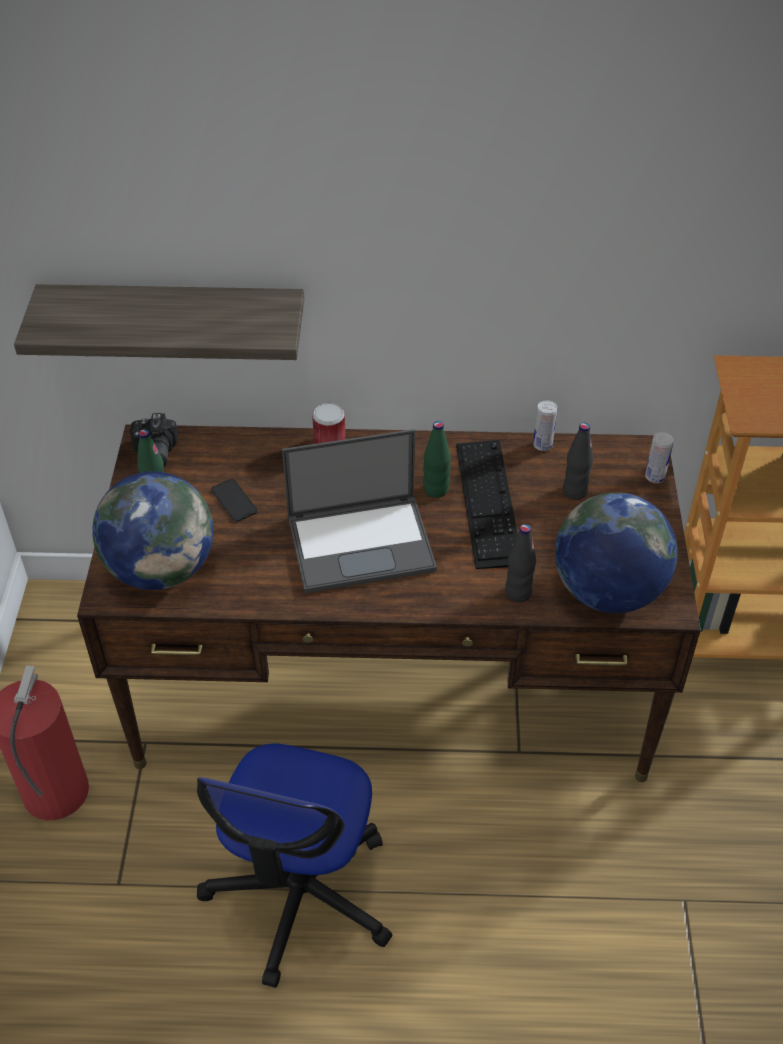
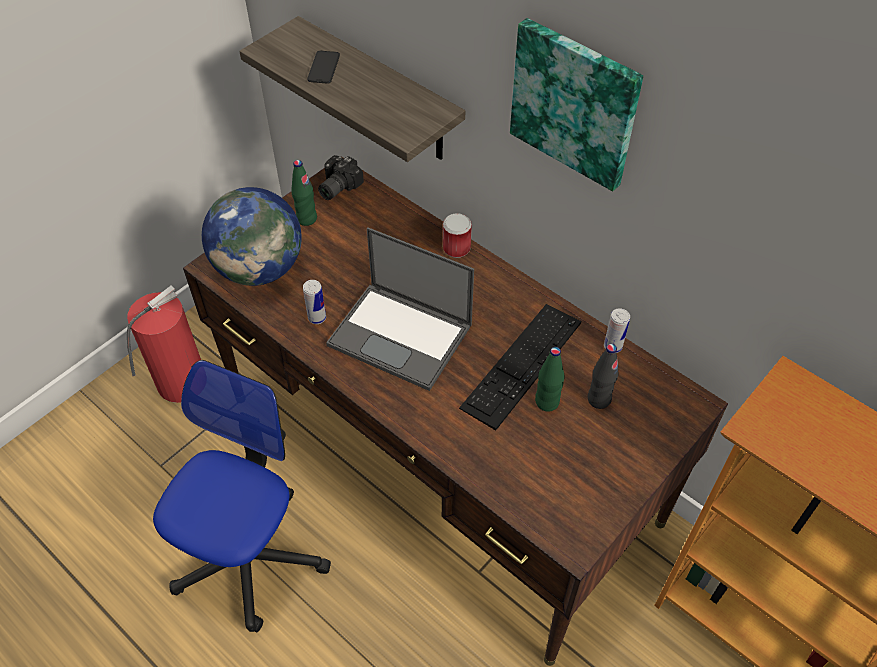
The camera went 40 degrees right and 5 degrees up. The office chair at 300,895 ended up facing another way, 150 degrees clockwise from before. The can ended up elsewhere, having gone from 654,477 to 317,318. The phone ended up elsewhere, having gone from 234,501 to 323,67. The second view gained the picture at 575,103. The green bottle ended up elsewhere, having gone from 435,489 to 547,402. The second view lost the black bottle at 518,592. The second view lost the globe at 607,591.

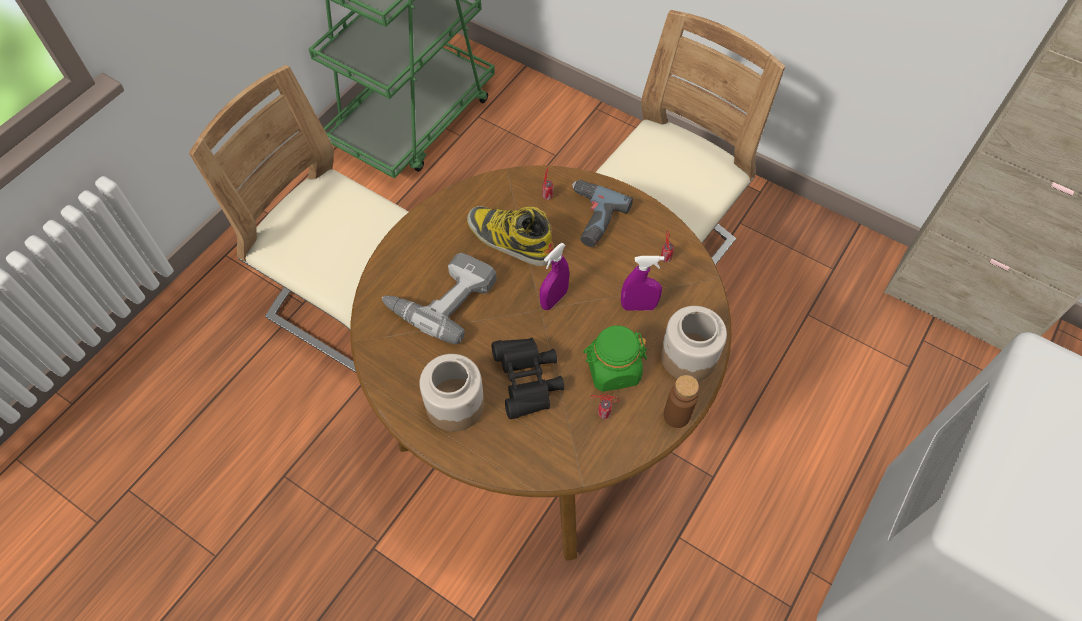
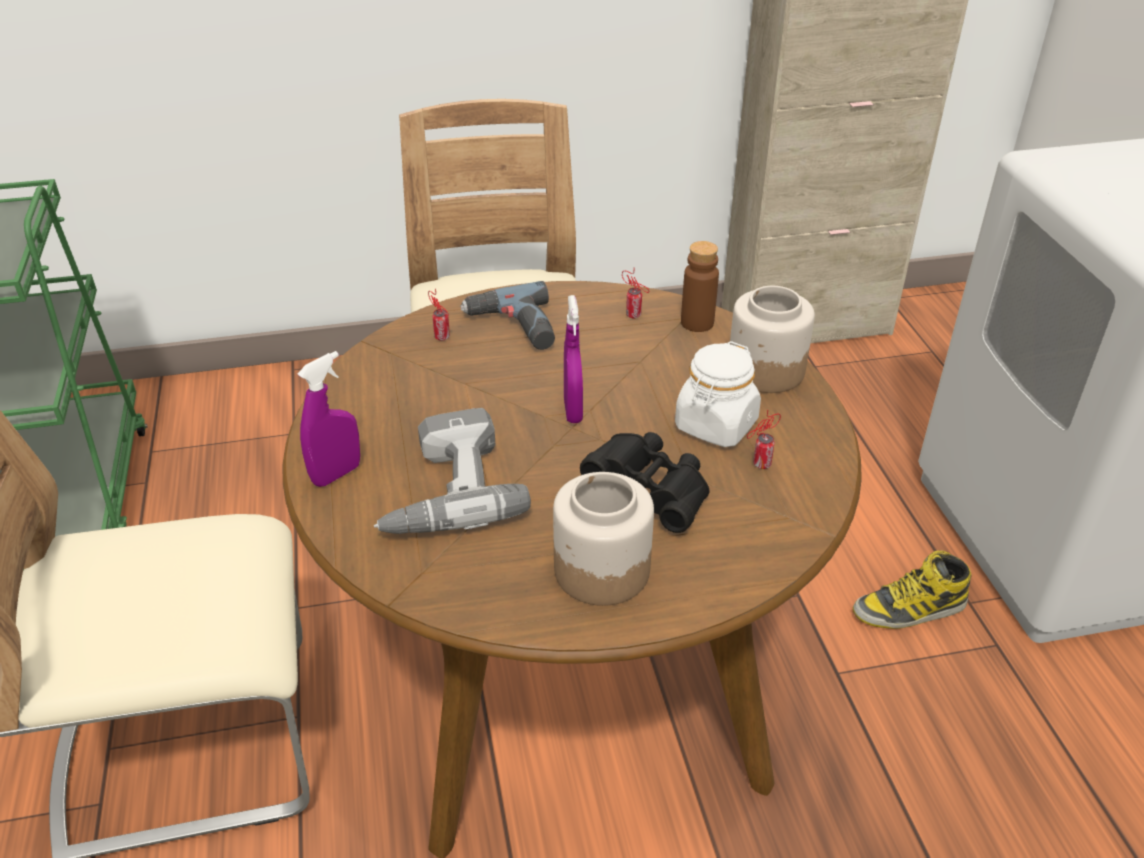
The camera went 45 degrees left and 20 degrees down. The purple spray bottle ended up elsewhere, having gone from 638,306 to 336,474. What was the green jar at 612,370 turned into the white jar at 716,425. The brown bottle ended up elsewhere, having gone from 676,415 to 697,323. The boot ended up elsewhere, having gone from 510,240 to 909,609.

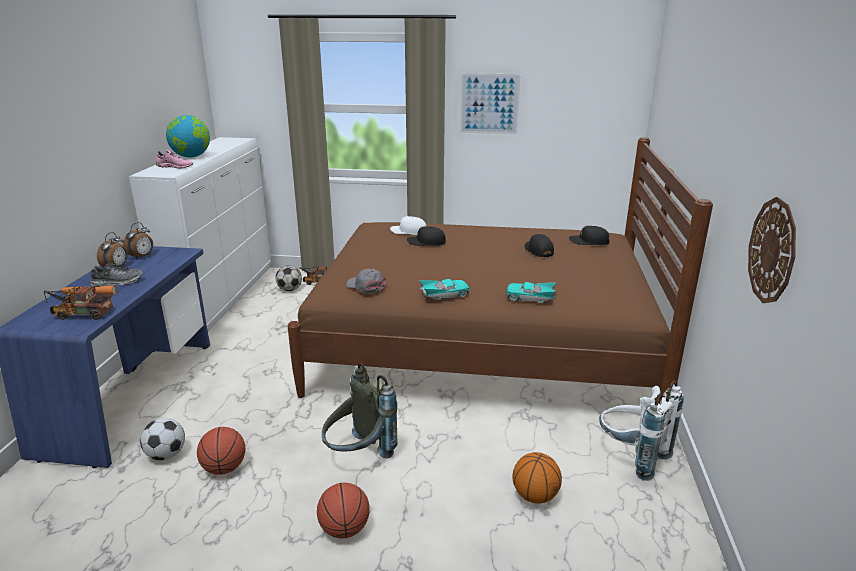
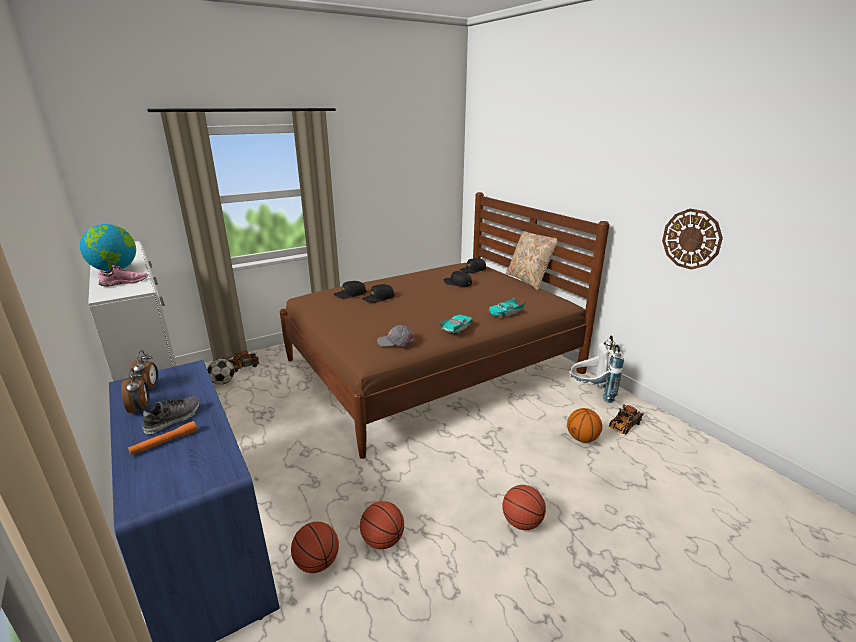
The camera went 40 degrees left and 0 degrees up. Where the football stood at 166,455, the basketball came to stand at 317,563. What was the white cap at 408,231 turned into the black cap at 350,294. The second view gained the beige pillow at 529,280. The toy truck ended up elsewhere, having gone from 80,314 to 623,427. The second view lost the grey backpack at 359,456. The second view lost the picture at 489,104.

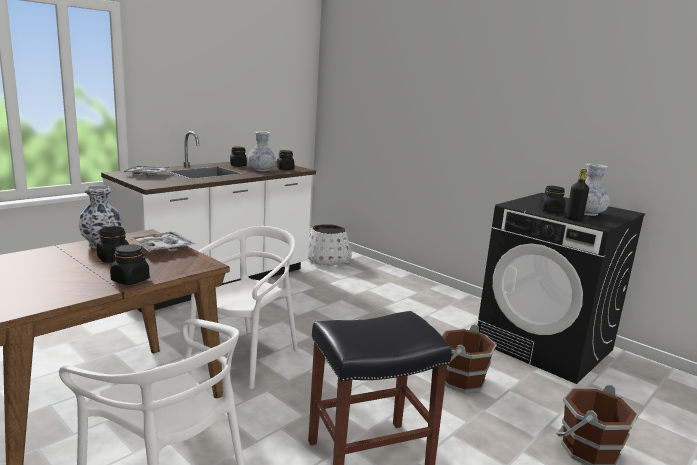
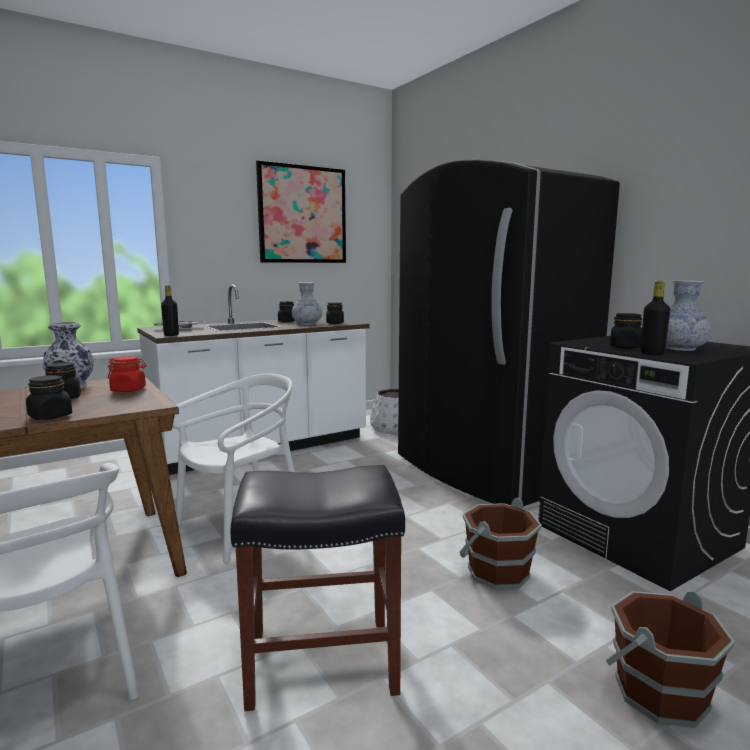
The camera went 15 degrees right and 5 degrees down. Where the tray stood at 162,247, the red jar came to stand at 128,390. The second view gained the black bottle at 171,335. The second view gained the picture at 302,215. The second view gained the black fridge at 487,471.

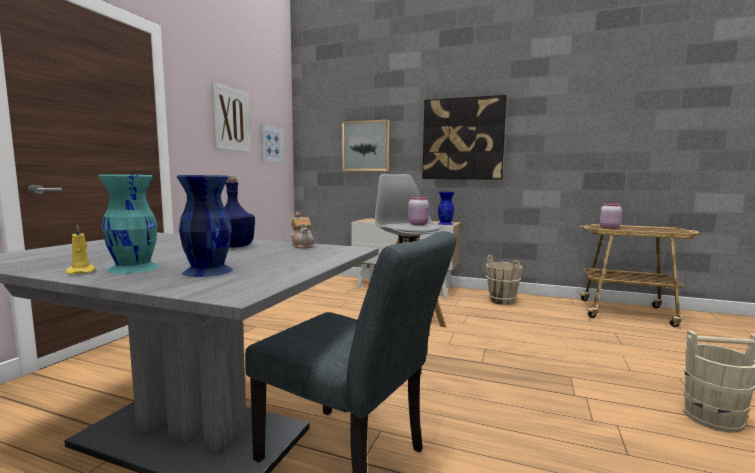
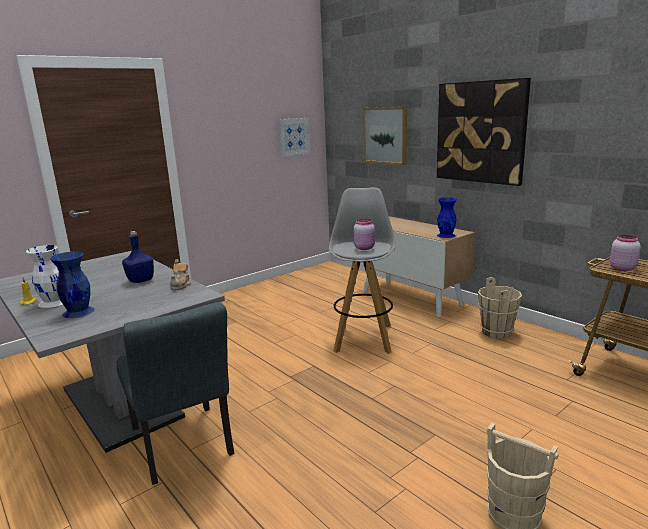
The camera went 30 degrees right and 10 degrees up. What was the turquoise vase at 134,268 turned into the white vase at 54,302. The second view lost the picture at 231,119.

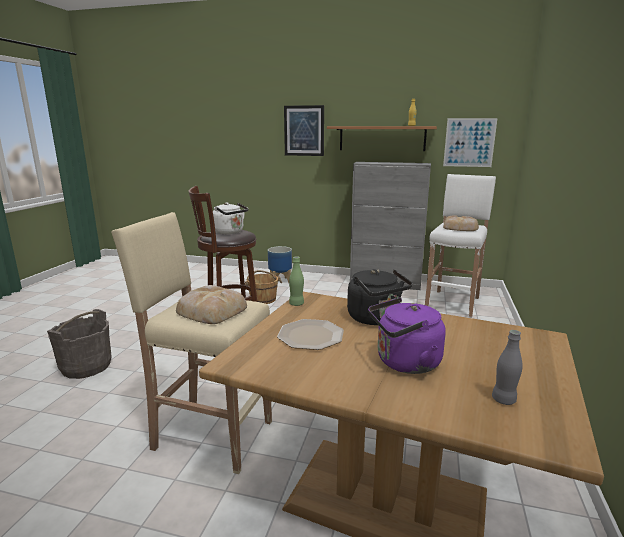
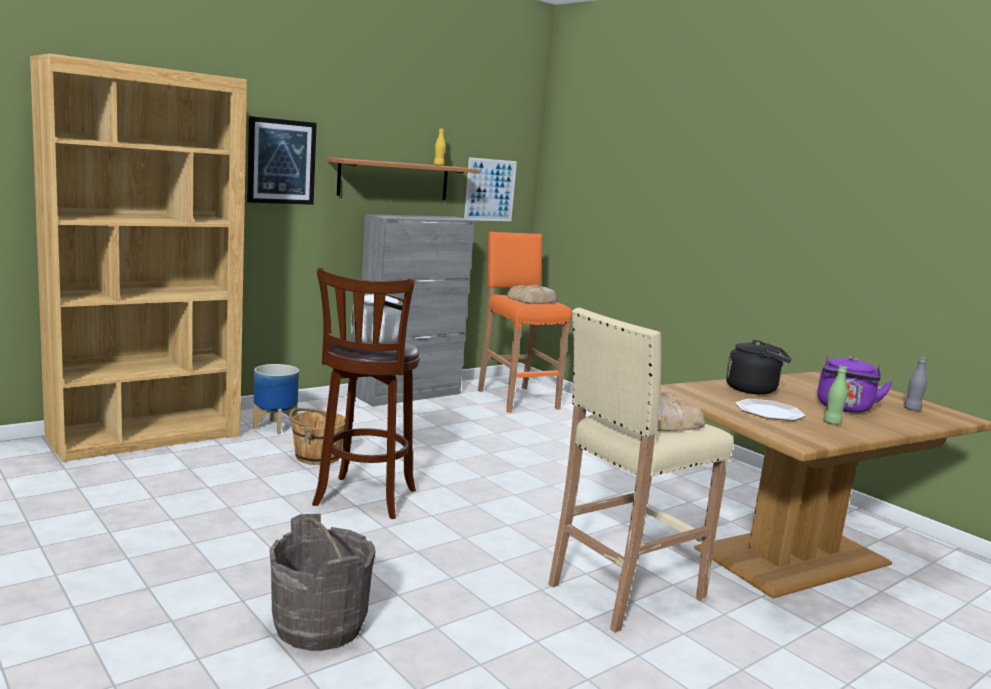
The camera went 55 degrees left and 5 degrees down. The second view gained the brown bookcase at 146,436. What was the white stool at 453,303 turned into the orange stool at 516,399. The green bottle ended up elsewhere, having gone from 296,304 to 832,423.

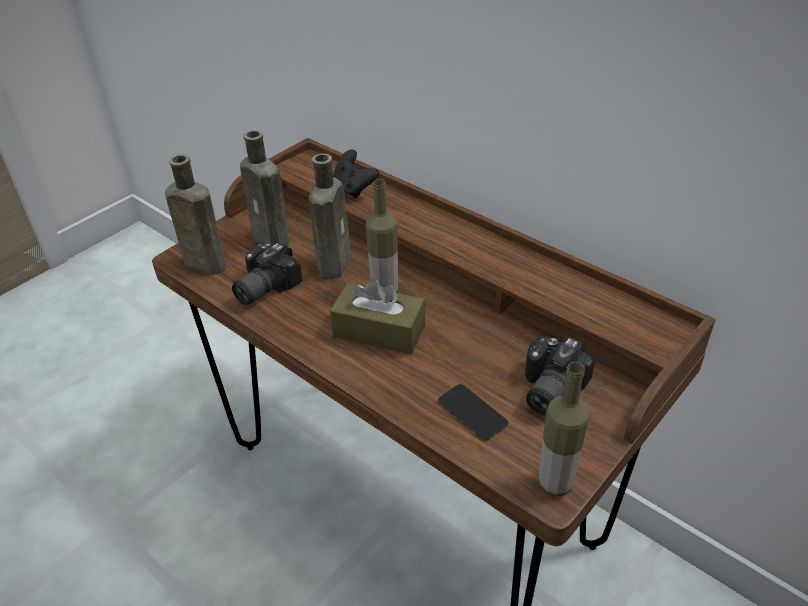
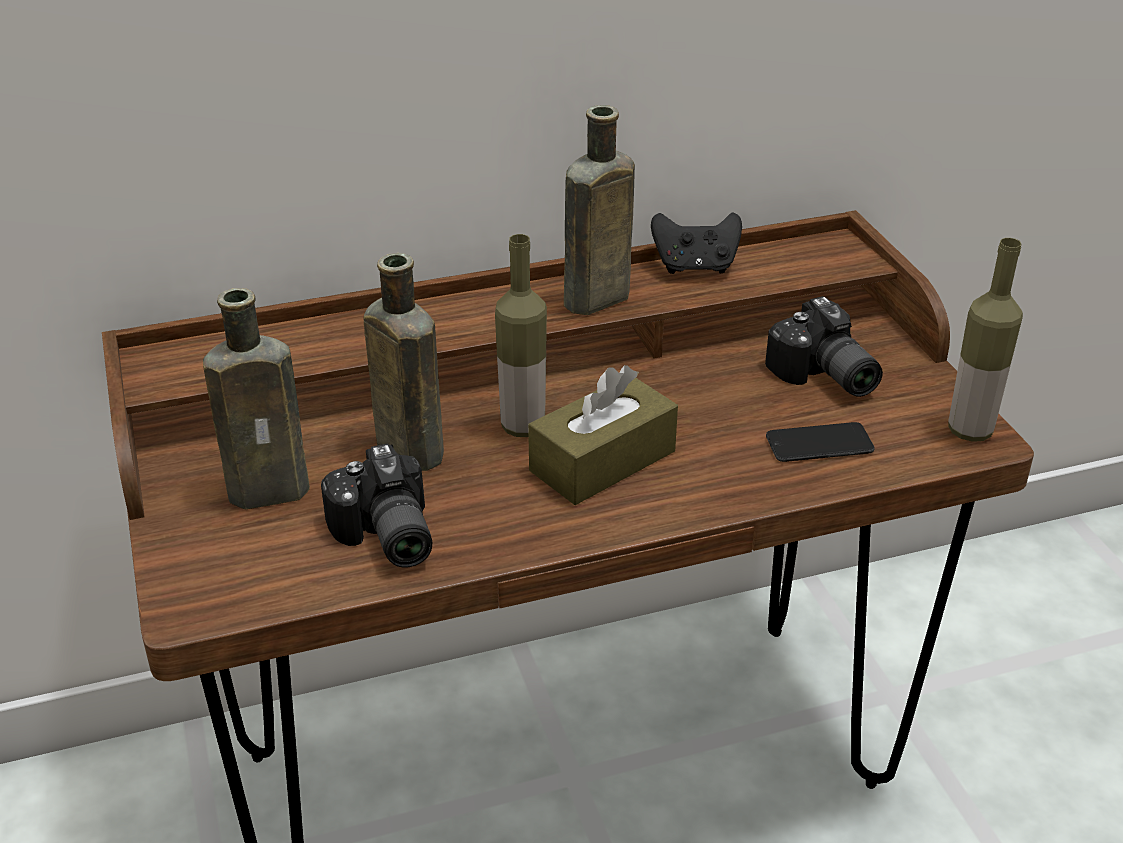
The camera went 60 degrees left and 5 degrees down. The brown bottle ended up elsewhere, having gone from 202,264 to 592,301. The black game controller ended up elsewhere, having gone from 354,188 to 695,267.

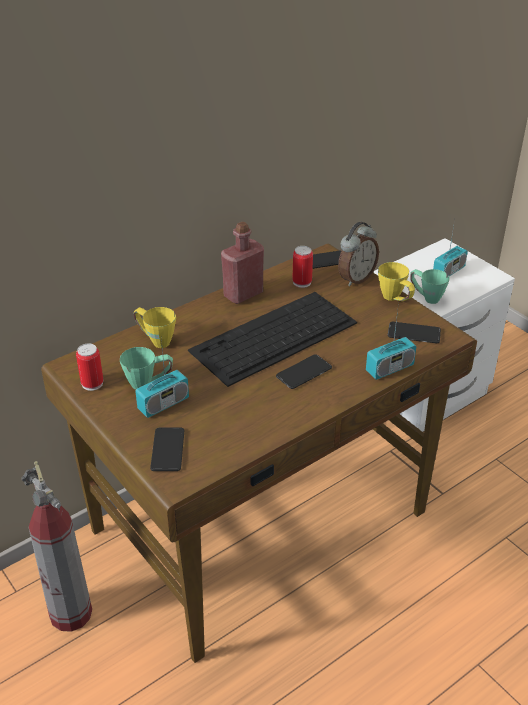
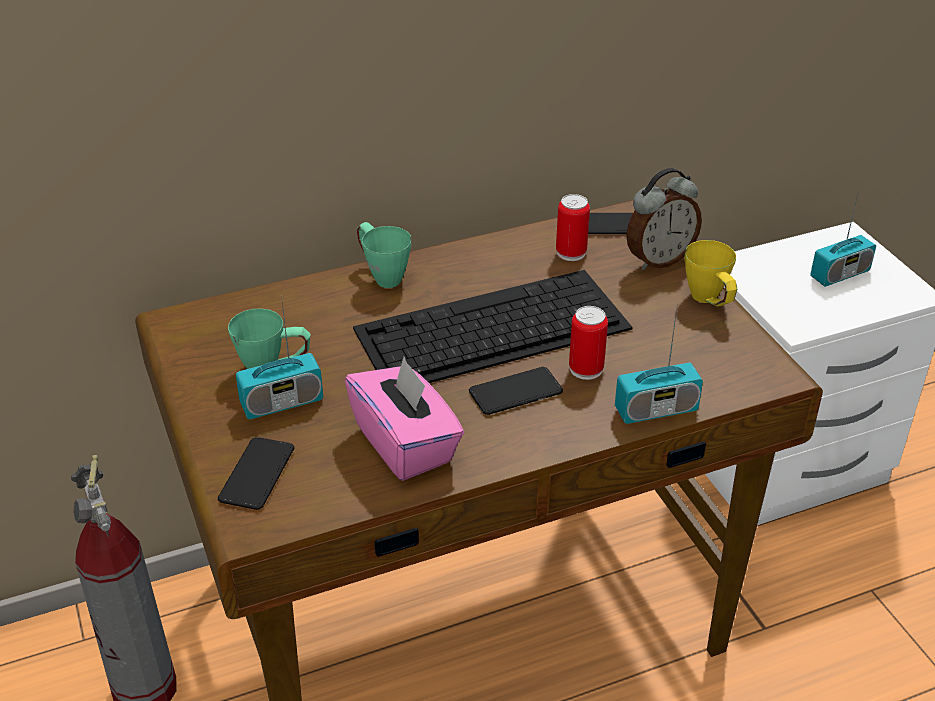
The camera went 15 degrees right and 0 degrees up. The second view gained the pink tissue box at 405,444. The green mug ended up elsewhere, having gone from 426,297 to 381,275. The can ended up elsewhere, having gone from 92,383 to 586,369. The second view lost the yellow mug at 155,340. The second view lost the red bottle at 243,294. The second view lost the phone at 414,333.

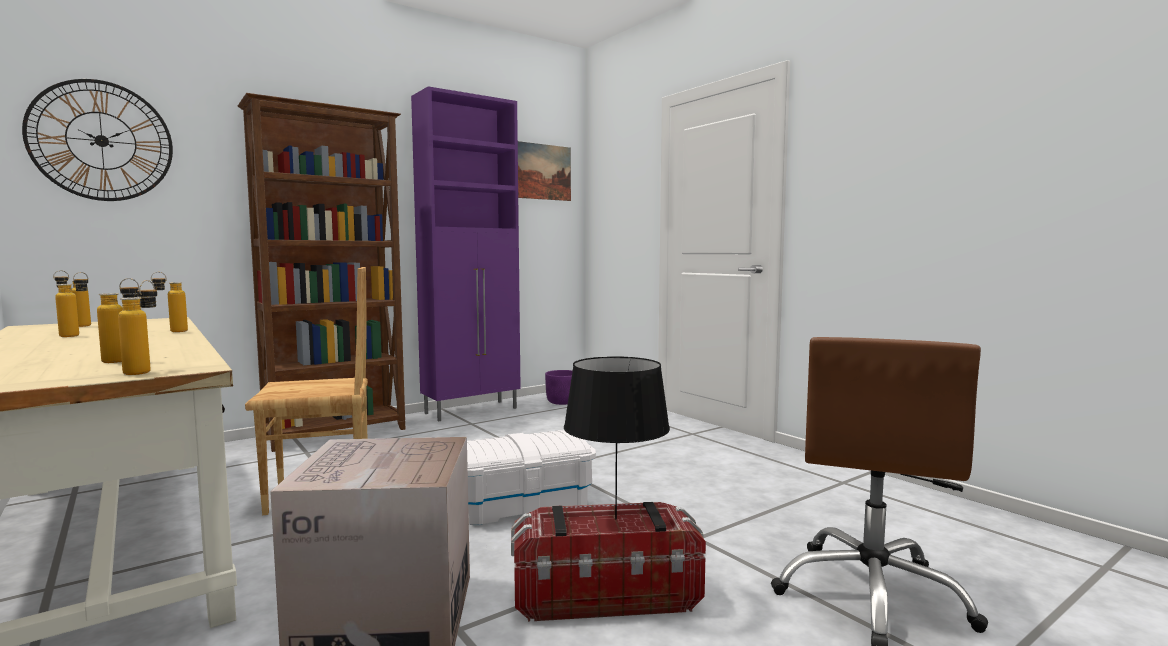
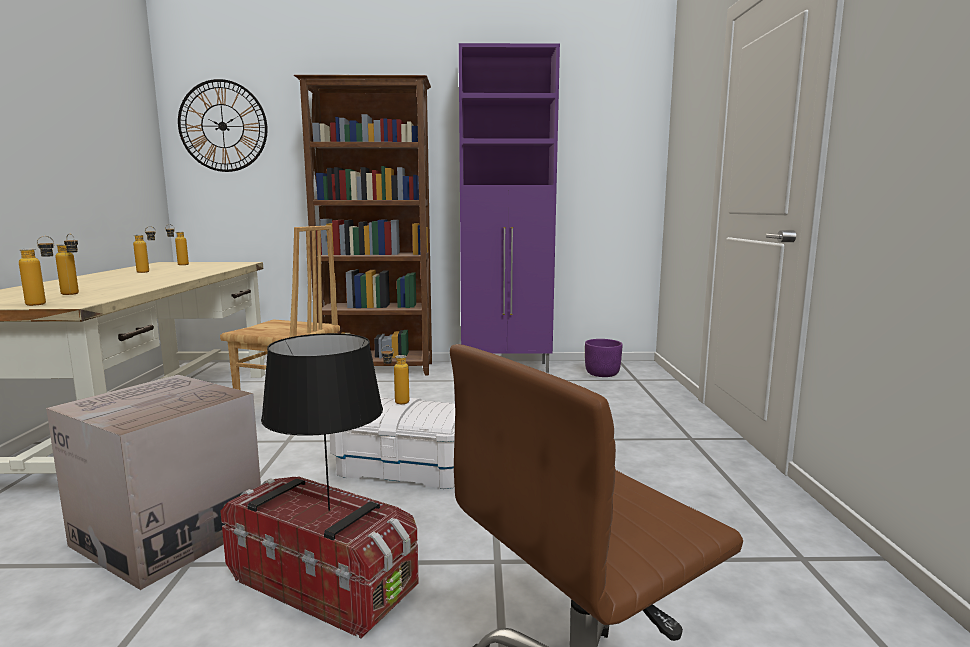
The camera went 35 degrees right and 5 degrees up. The bottle ended up elsewhere, having gone from 171,331 to 396,402. The second view lost the picture at 542,172.

